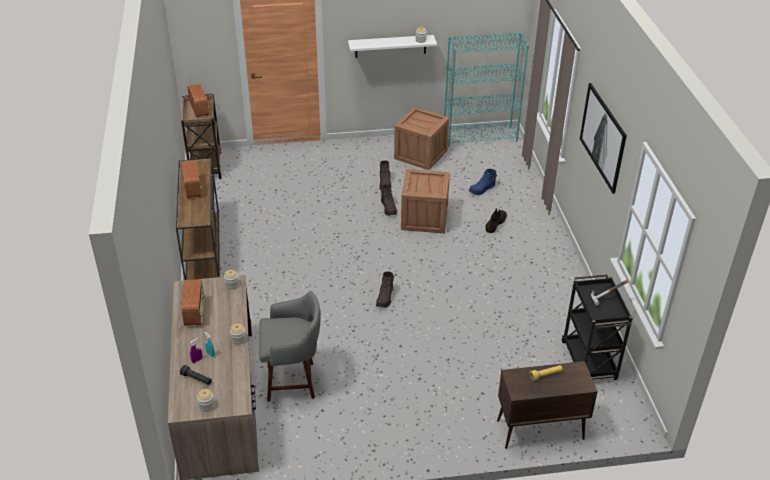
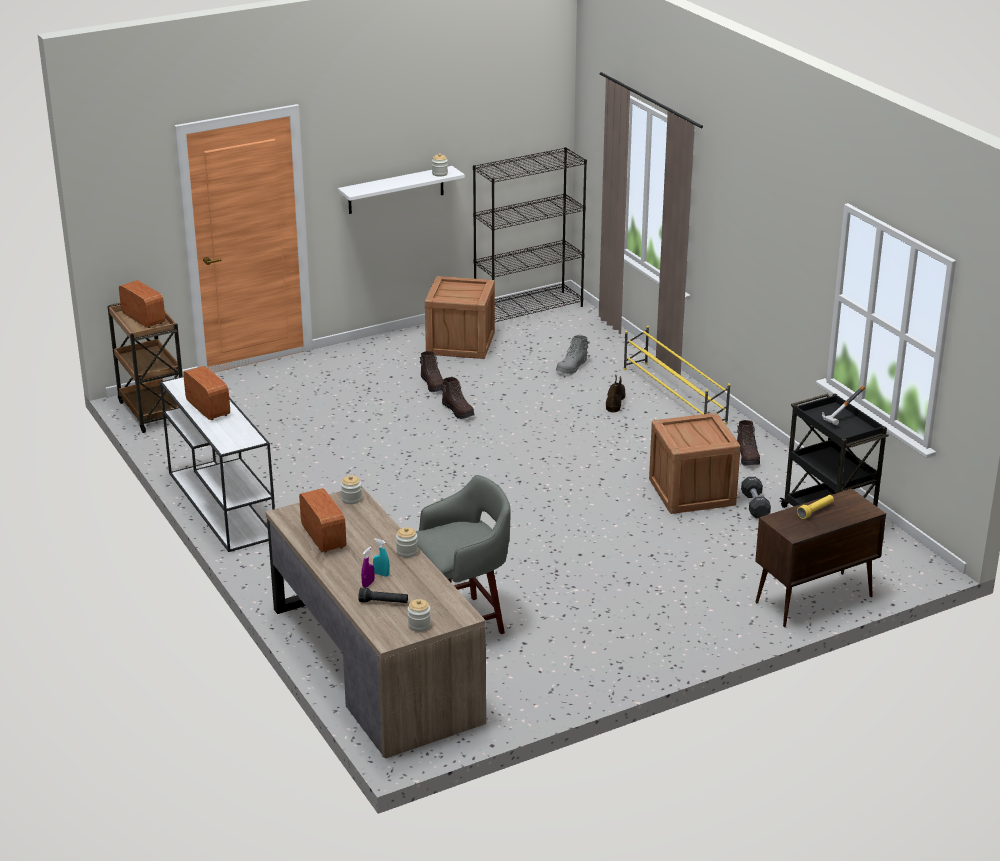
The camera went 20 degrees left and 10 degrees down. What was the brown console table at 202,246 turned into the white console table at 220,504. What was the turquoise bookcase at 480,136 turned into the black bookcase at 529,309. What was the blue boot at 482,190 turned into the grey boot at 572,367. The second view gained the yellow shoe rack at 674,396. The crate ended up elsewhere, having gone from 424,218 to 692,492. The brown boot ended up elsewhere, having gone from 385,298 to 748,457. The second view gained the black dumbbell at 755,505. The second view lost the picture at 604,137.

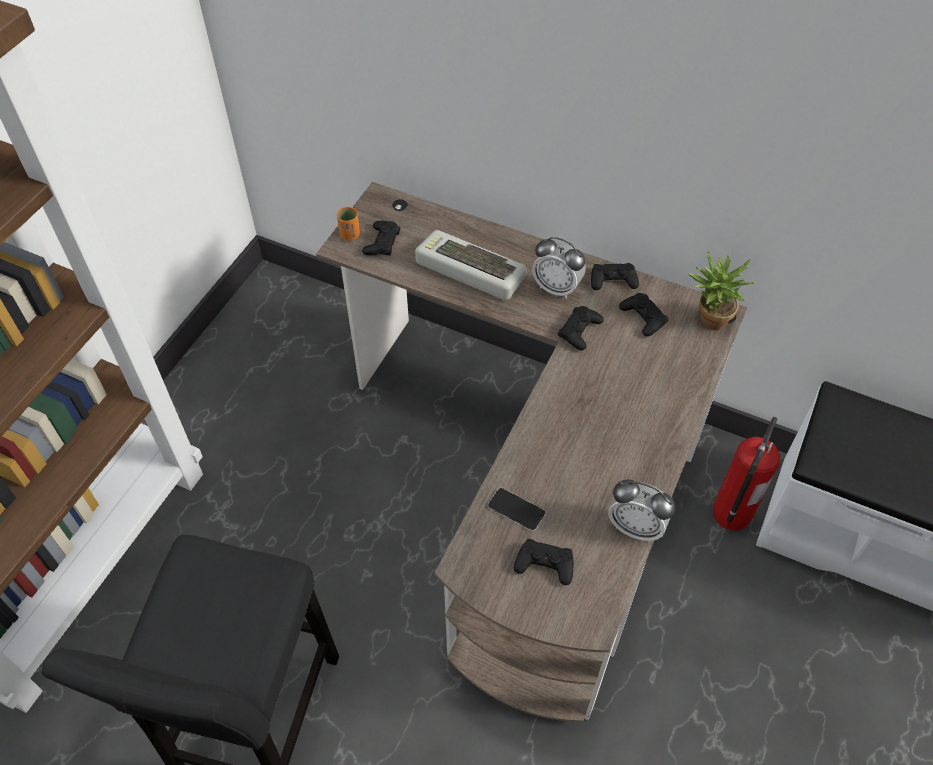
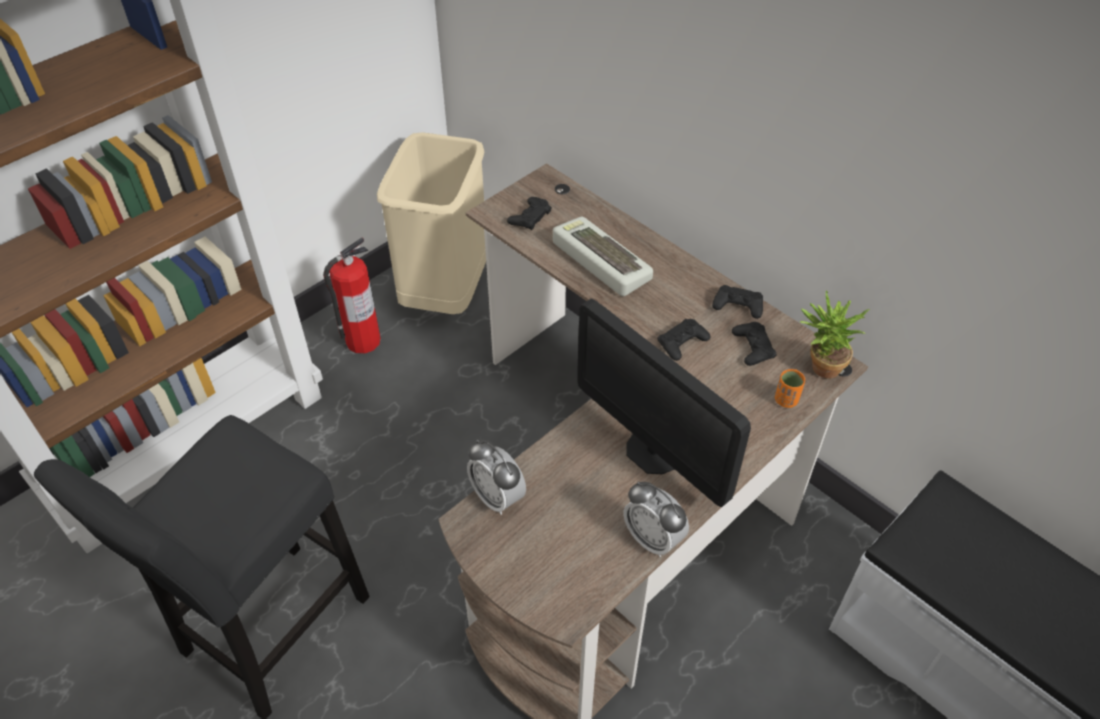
The camera went 20 degrees right and 5 degrees down. The fire extinguisher ended up elsewhere, having gone from 731,514 to 362,341. The second view gained the beige trash can at 446,294. The alarm clock ended up elsewhere, having gone from 556,288 to 497,497. The second view gained the monitor at 653,451. The orange cup ended up elsewhere, having gone from 350,235 to 786,400. The second view lost the phone at 516,510. The second view lost the black game controller at 544,564.

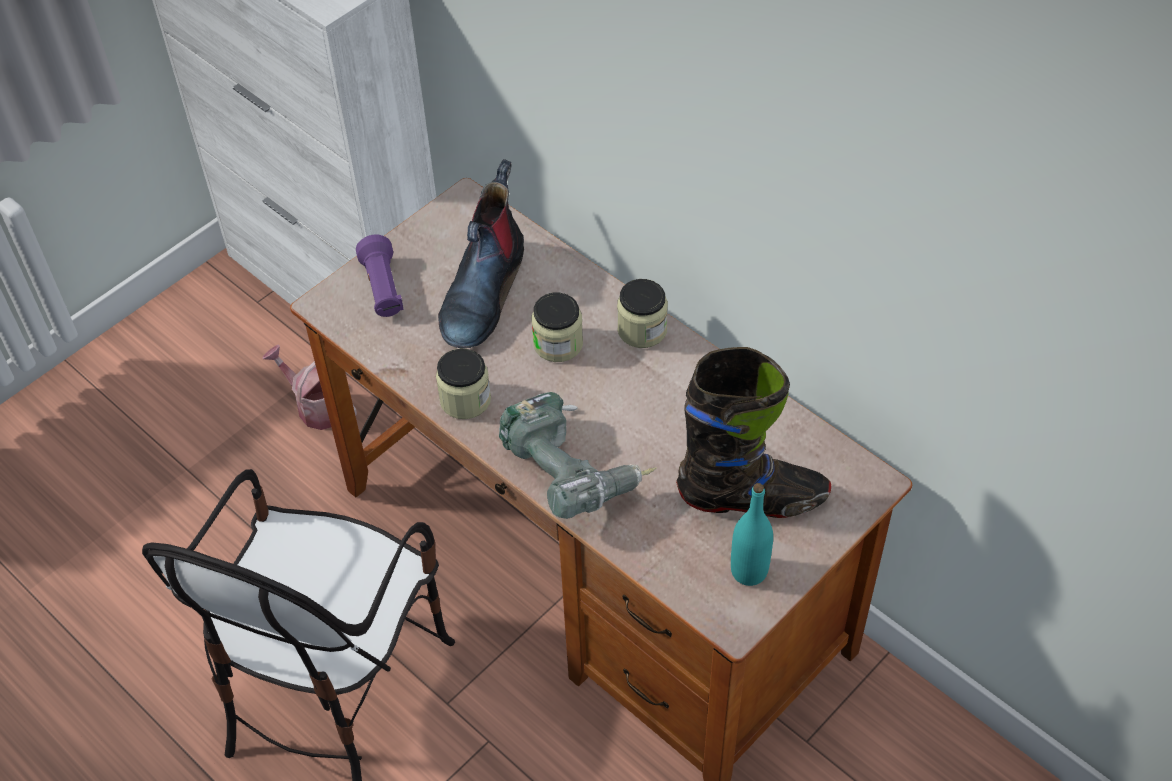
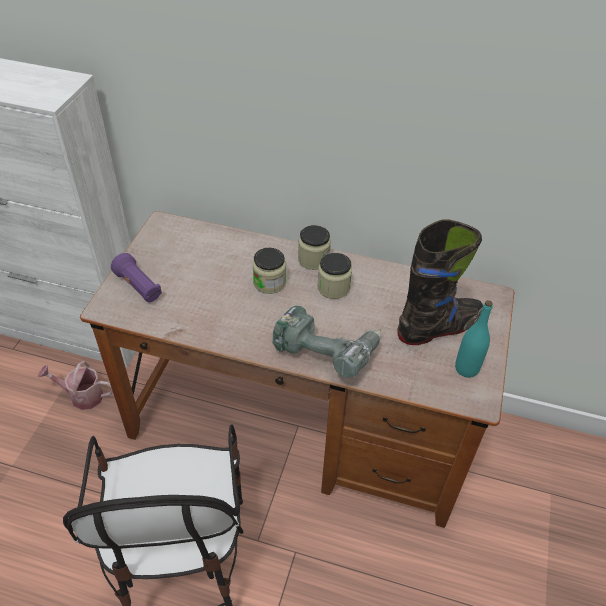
The camera went 30 degrees left and 5 degrees down. The jar ended up elsewhere, having gone from 465,400 to 333,287. The second view lost the boot at 483,291.

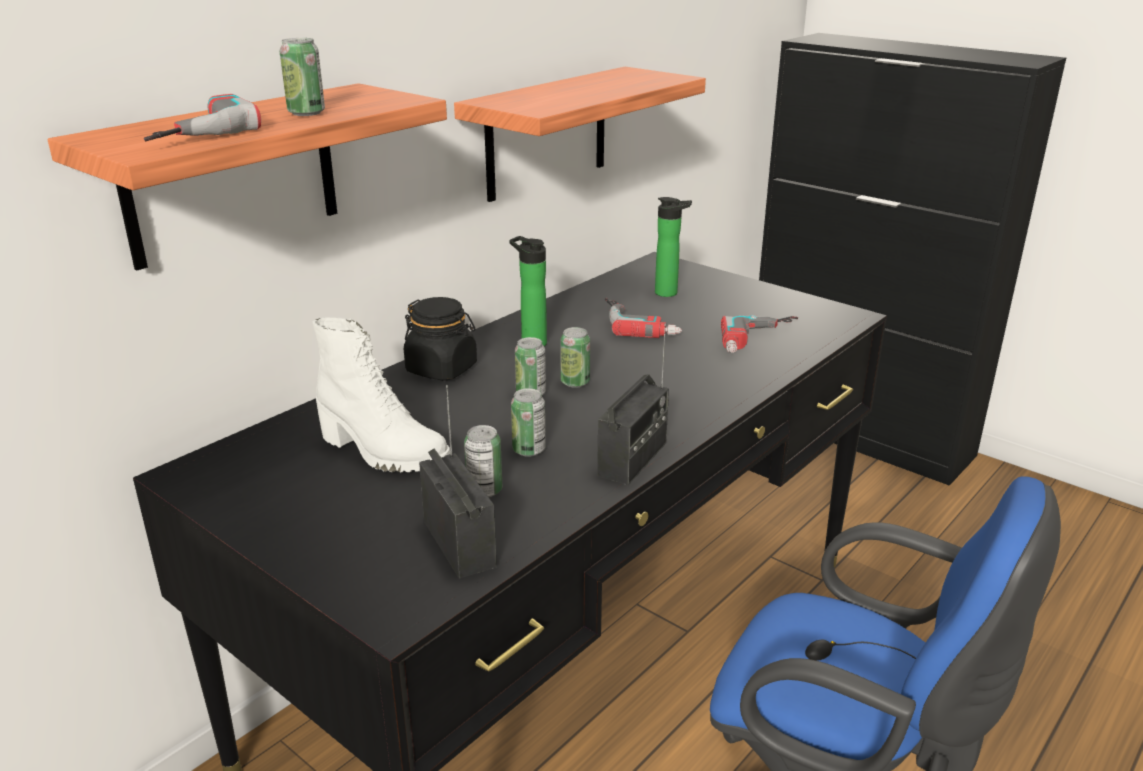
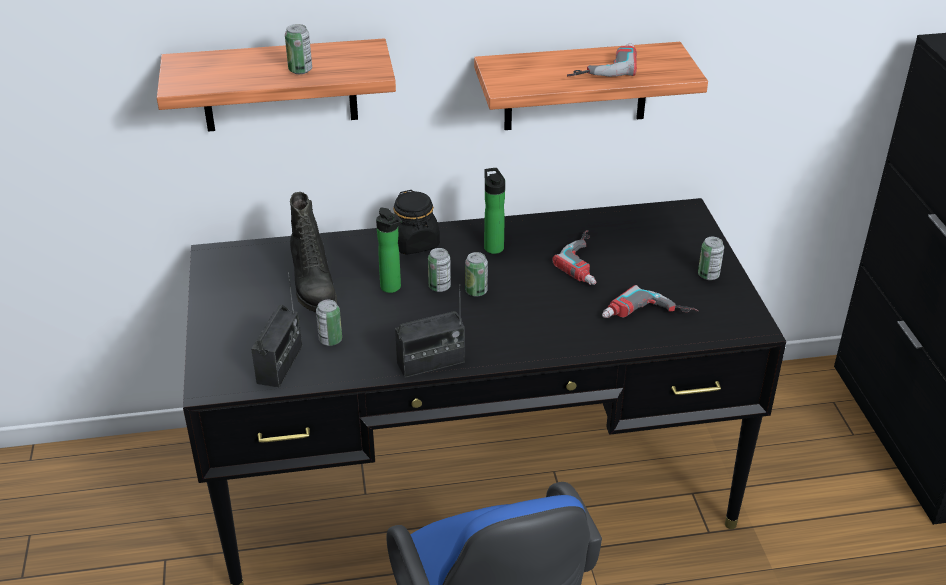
The camera went 40 degrees right and 10 degrees up. What was the white boot at 382,453 turned into the black boot at 312,289. The bottle ended up elsewhere, having gone from 669,293 to 392,288. The power drill ended up elsewhere, having gone from 193,131 to 601,66. The can ended up elsewhere, having gone from 529,450 to 708,275.

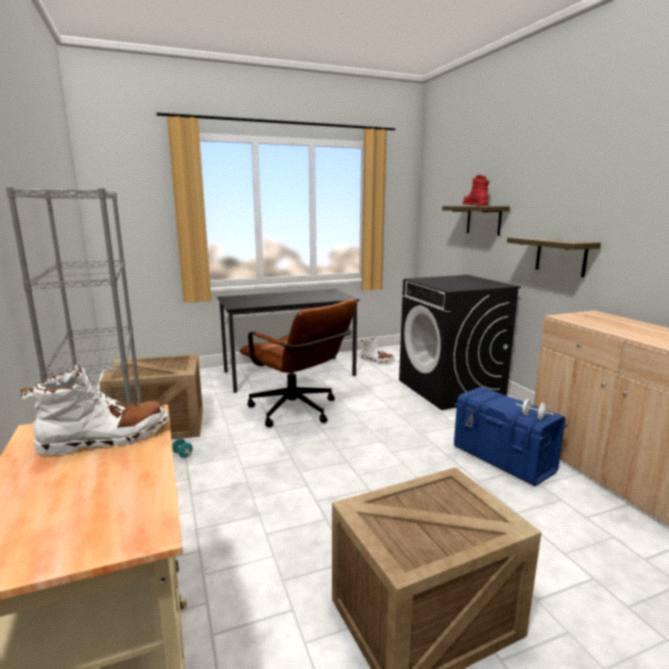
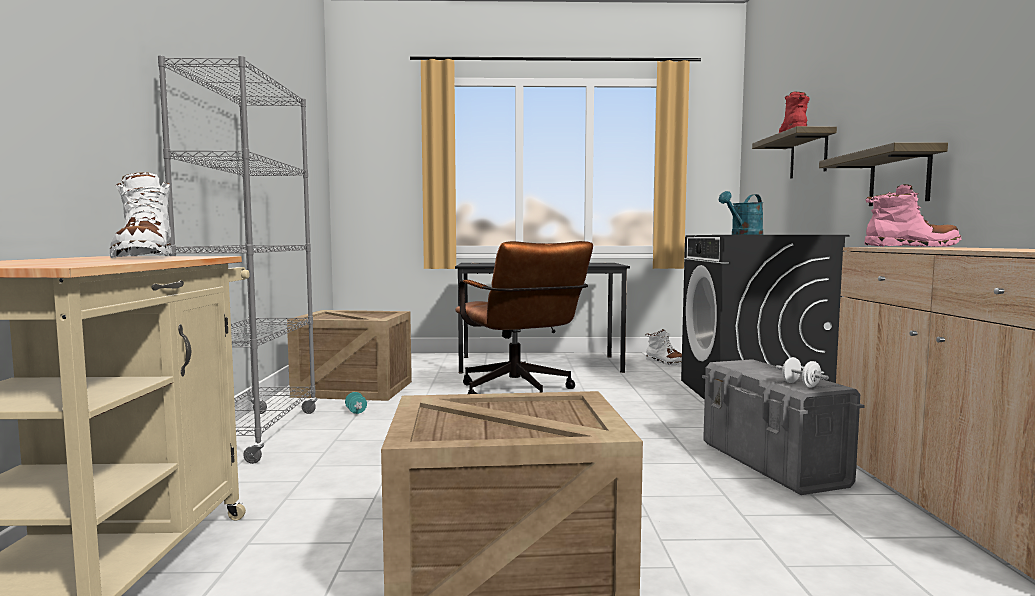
The camera went 20 degrees right and 10 degrees down. The white boot at 106,439 ended up facing another way, 75 degrees clockwise from before. What was the blue storage box at 503,459 turned into the grey storage box at 772,464. The second view gained the turquoise watering can at 743,234. The second view gained the pink boot at 912,247.

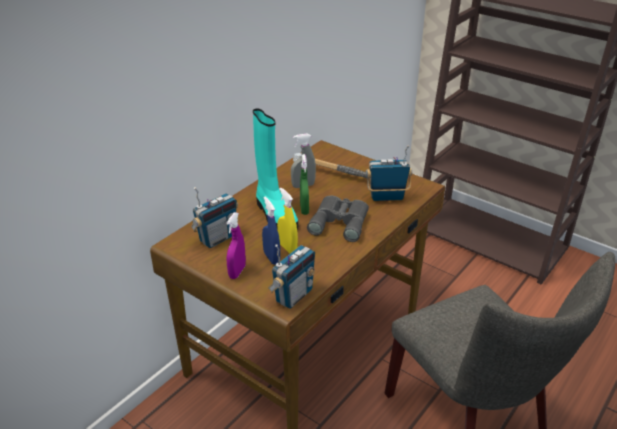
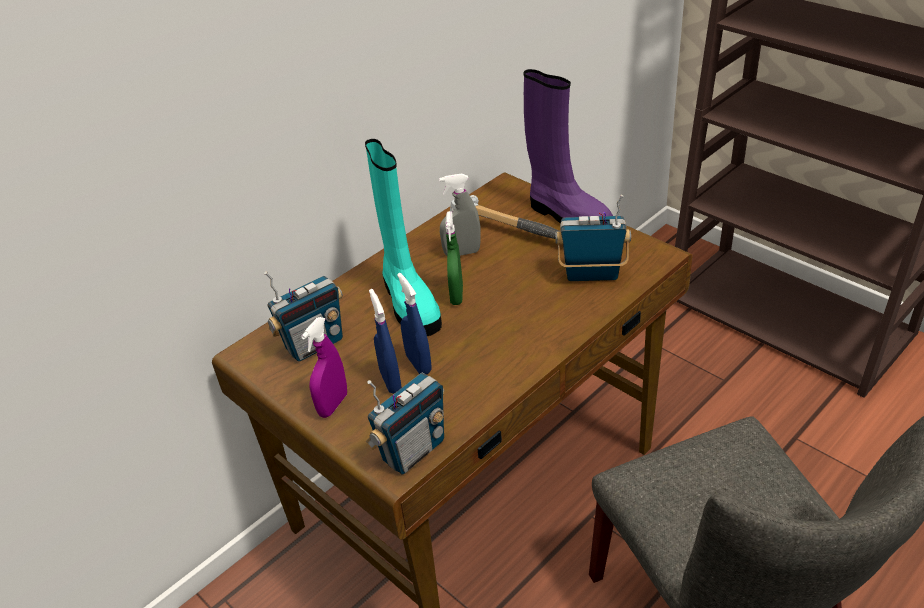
The camera went 10 degrees right and 5 degrees up. What was the yellow spray bottle at 287,248 turned into the blue spray bottle at 418,364. The second view gained the purple boot at 567,216. The second view lost the grey binoculars at 340,221.

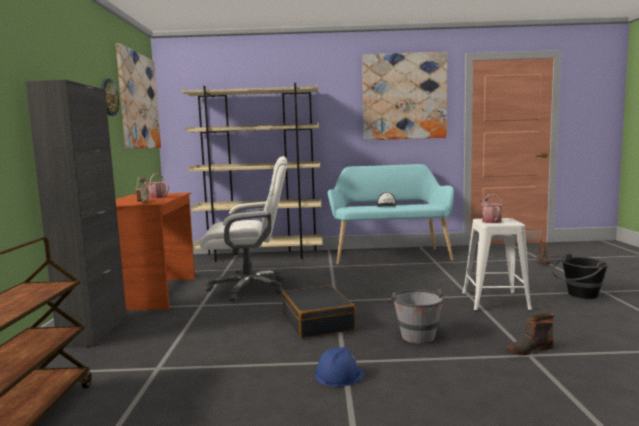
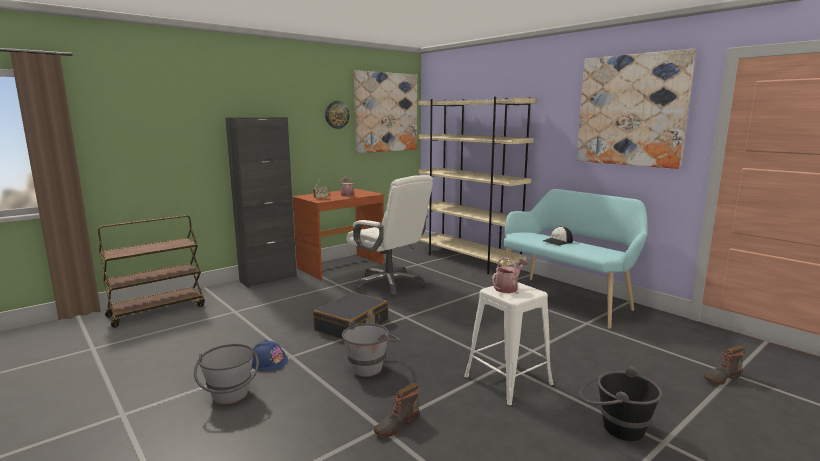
The camera went 50 degrees right and 5 degrees up. The second view gained the grey bucket at 230,398. The boot at 529,349 ended up facing another way, 75 degrees counterclockwise from before.

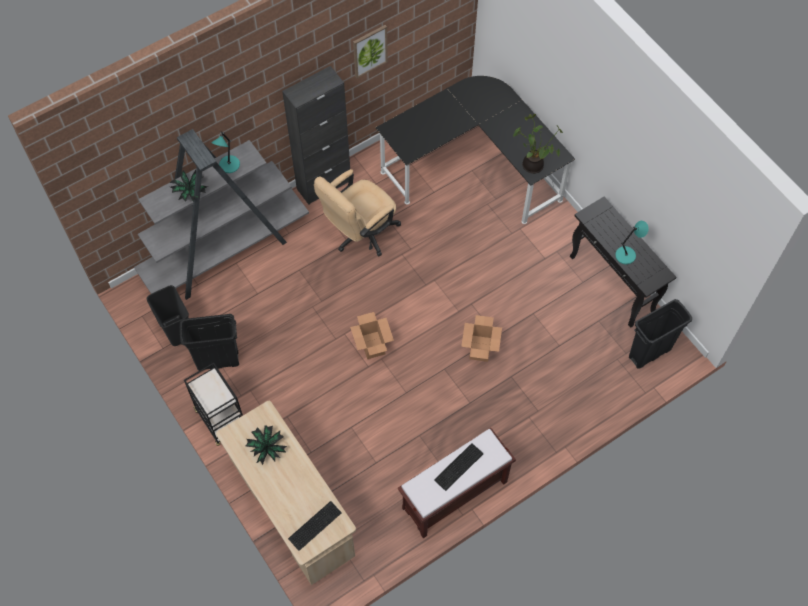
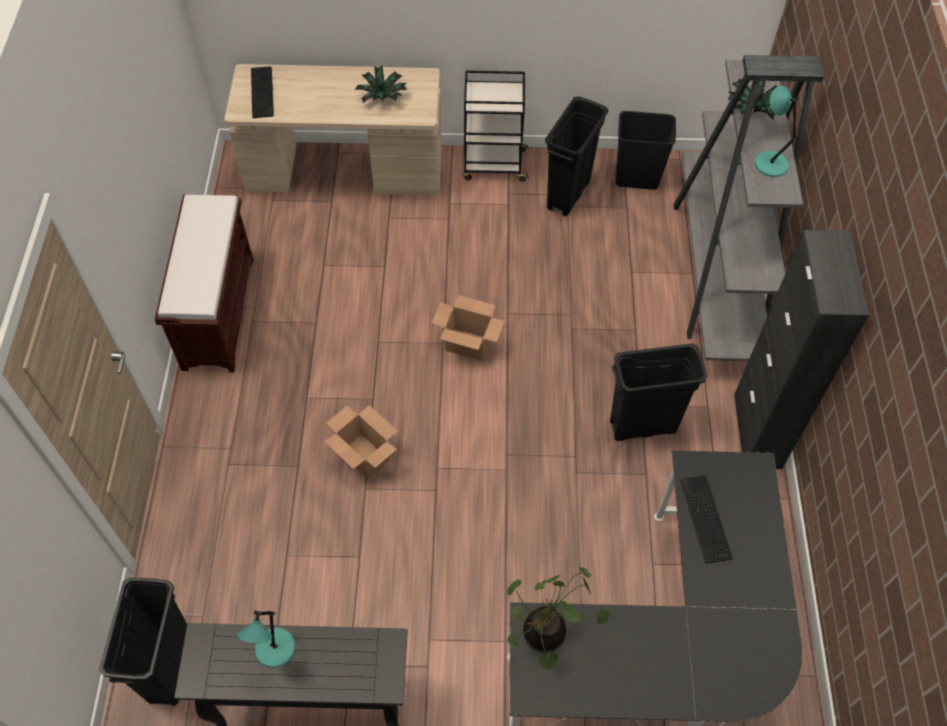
The camera went 125 degrees right and 5 degrees down. Where the beige office chair stood at 360,234, the black trash can came to stand at 643,426. The keyboard ended up elsewhere, having gone from 460,467 to 704,520. The second view lost the picture at 369,50.

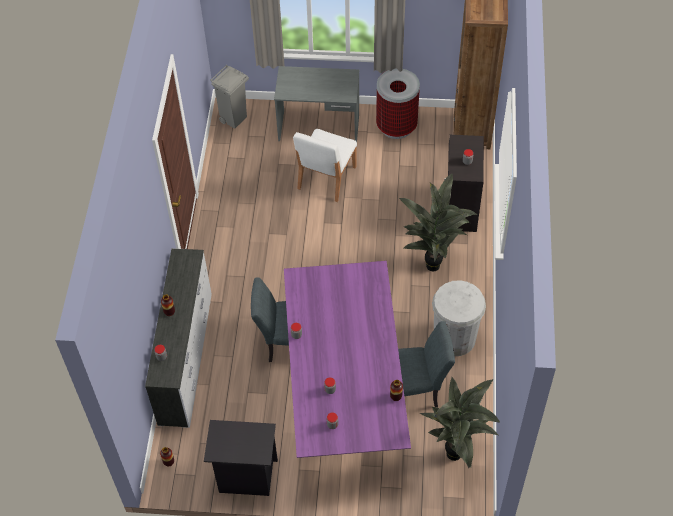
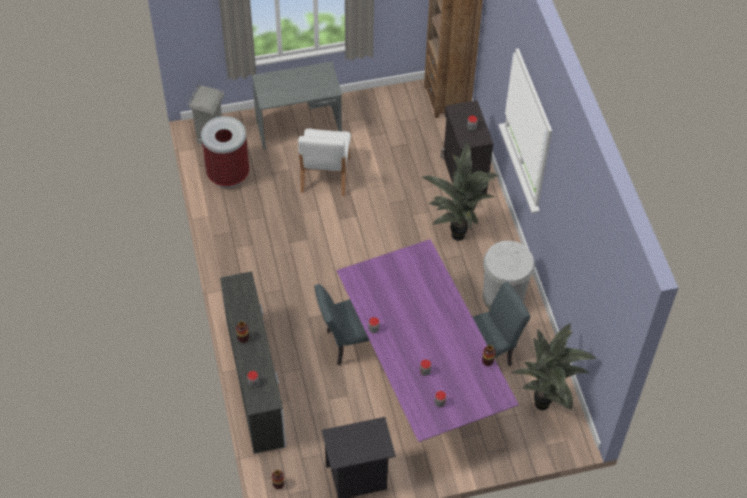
The camera went 20 degrees left and 0 degrees up. The trash can ended up elsewhere, having gone from 396,126 to 228,174.

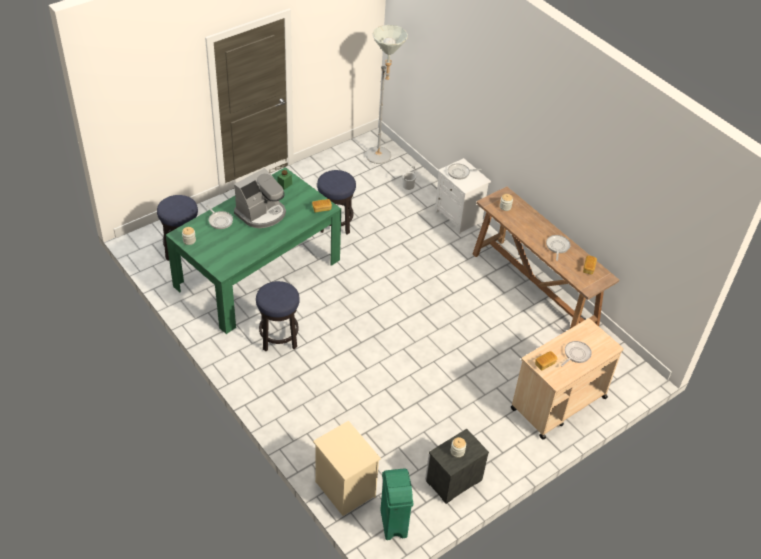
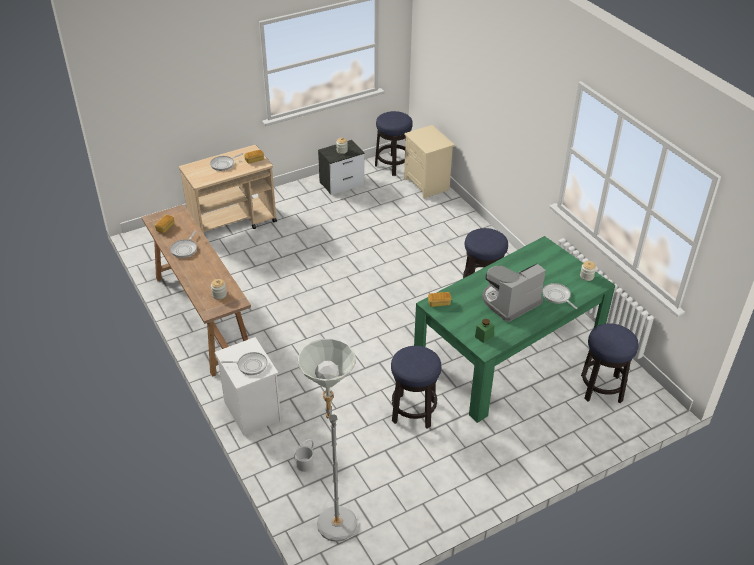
The camera went 170 degrees left and 5 degrees down. Where the green trash can stood at 393,524, the stool came to stand at 393,165.

